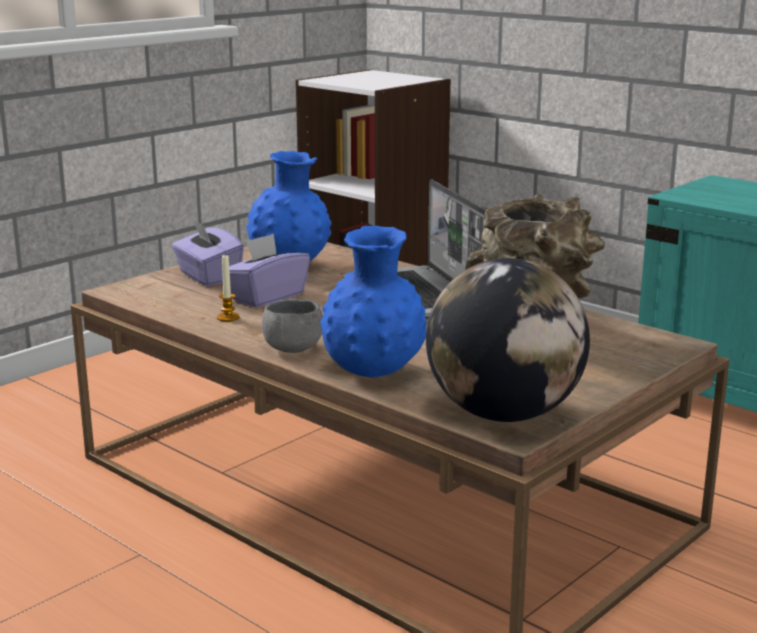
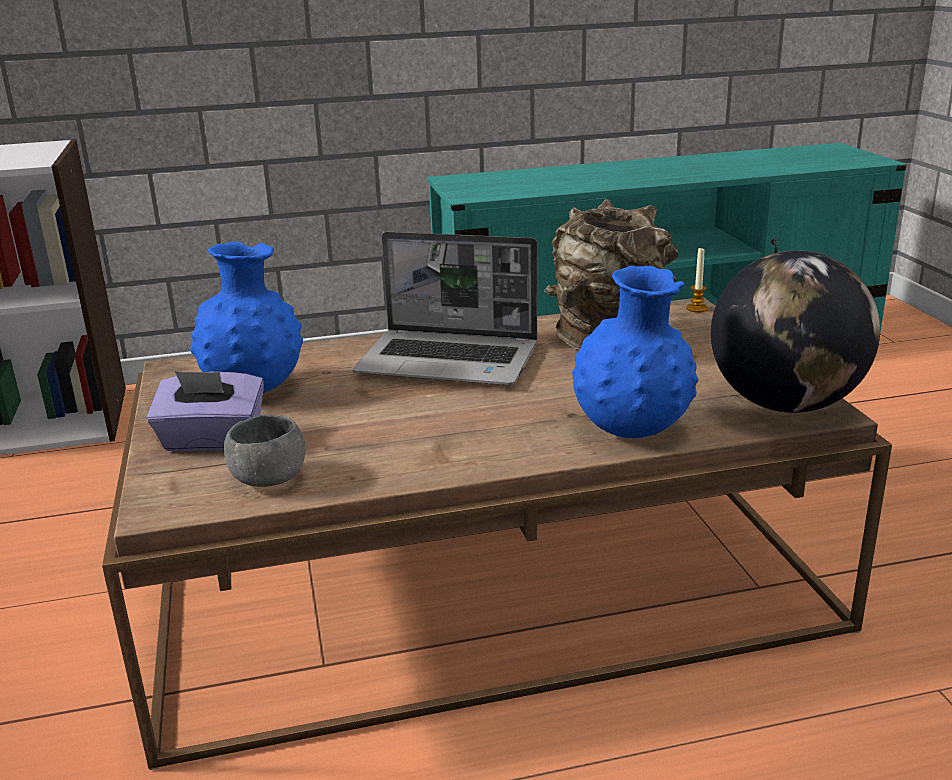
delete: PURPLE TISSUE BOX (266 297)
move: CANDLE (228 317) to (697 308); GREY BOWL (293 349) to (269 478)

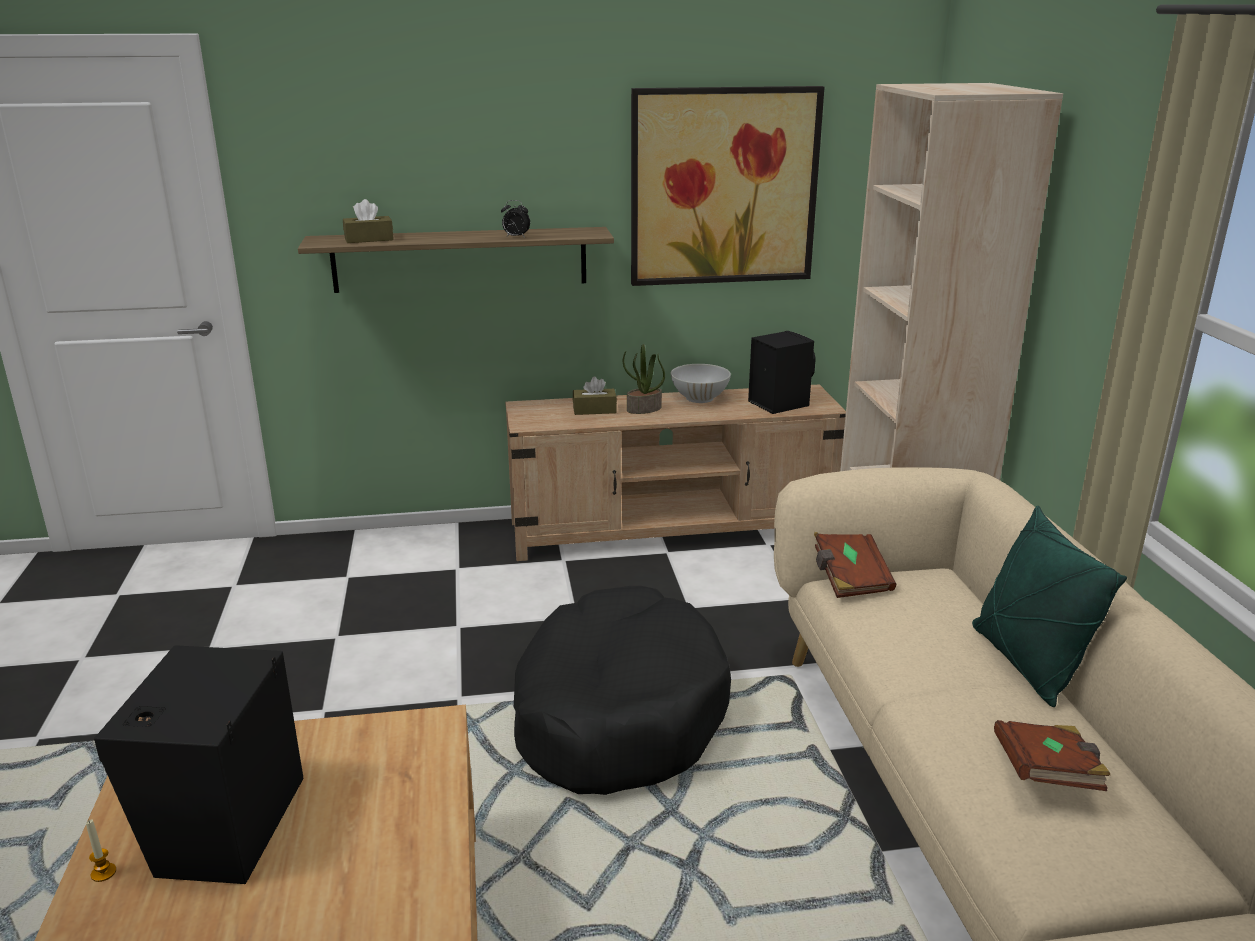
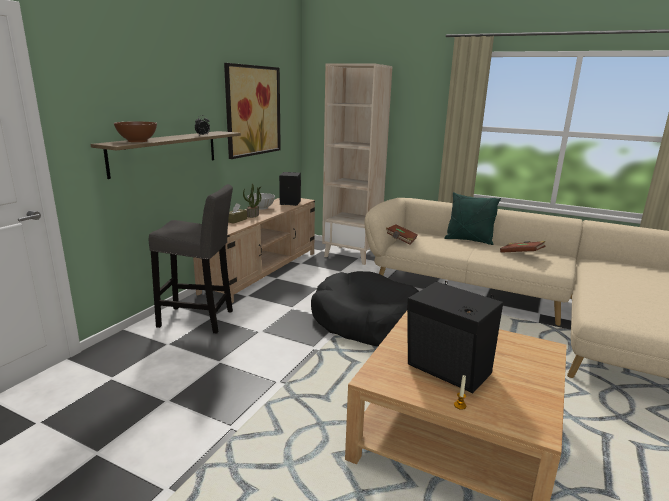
insert: GREY STOOL (199 320)
replace: BROWN TISSUE BOX (369 239) to BROWN BOWL (137 141)

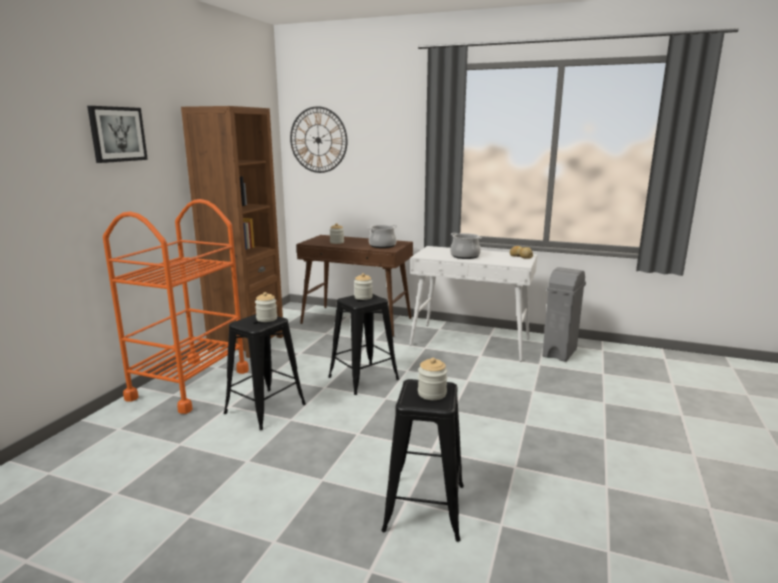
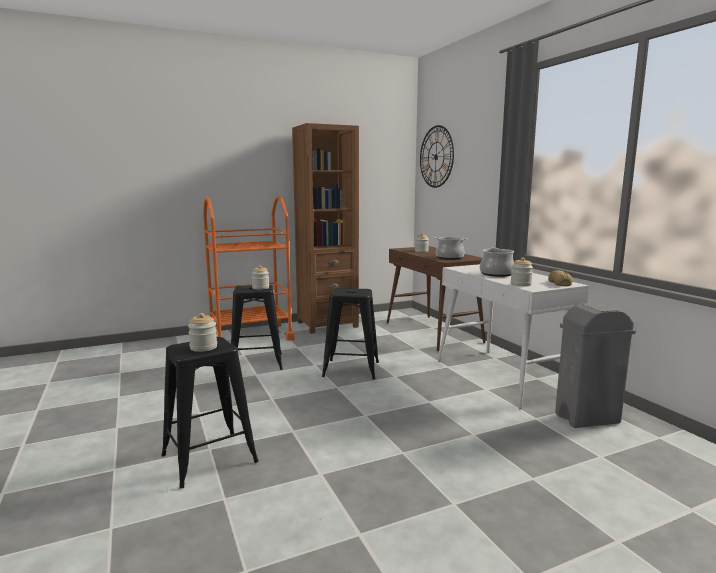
delete: PICTURE (117 134)
move: JAR (363 297) to (521 284)

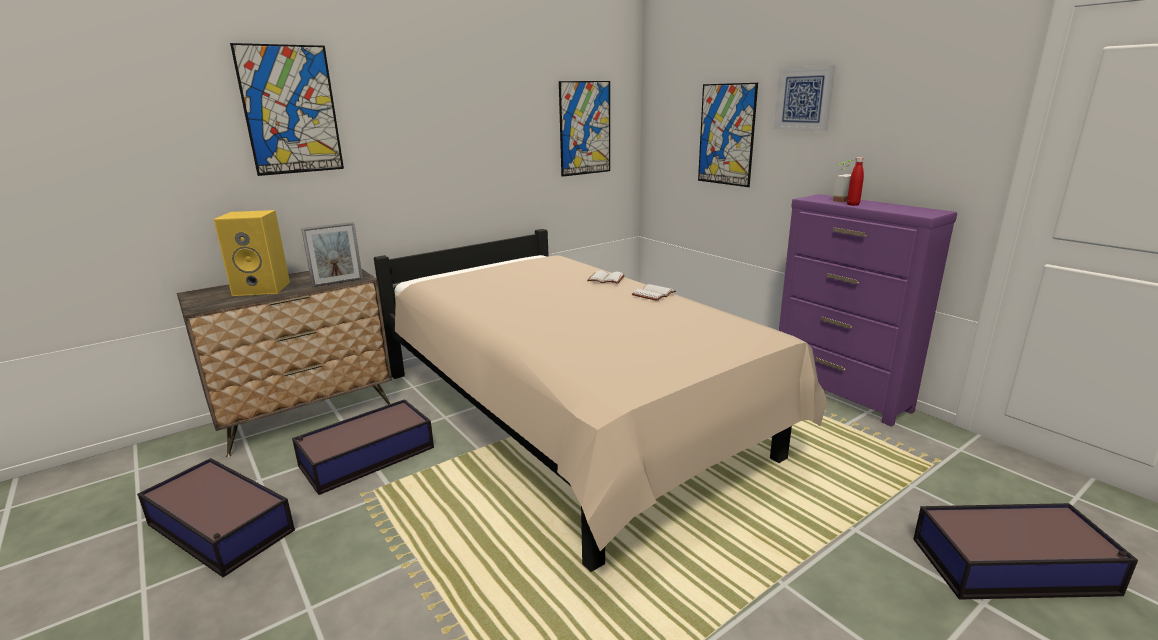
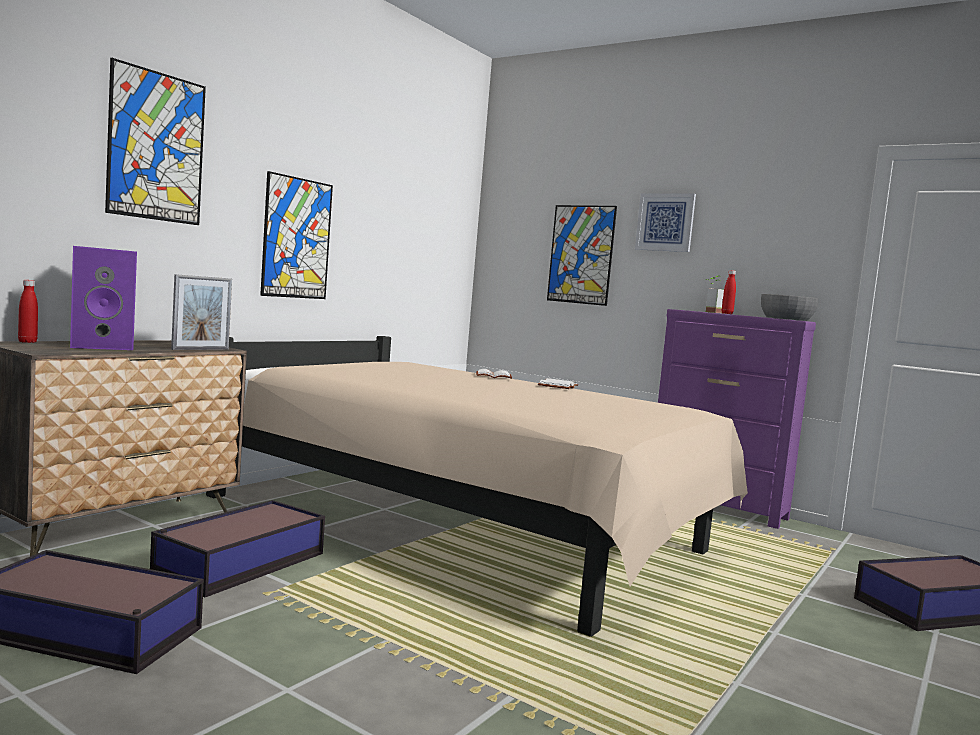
insert: RED BOTTLE (27 342); GREY BOWL (786 319)
move: PICTURE (585 128) to (297 238)
recolor: YELLOW SPEAKER (263 288) to PURPLE SPEAKER (104 346)

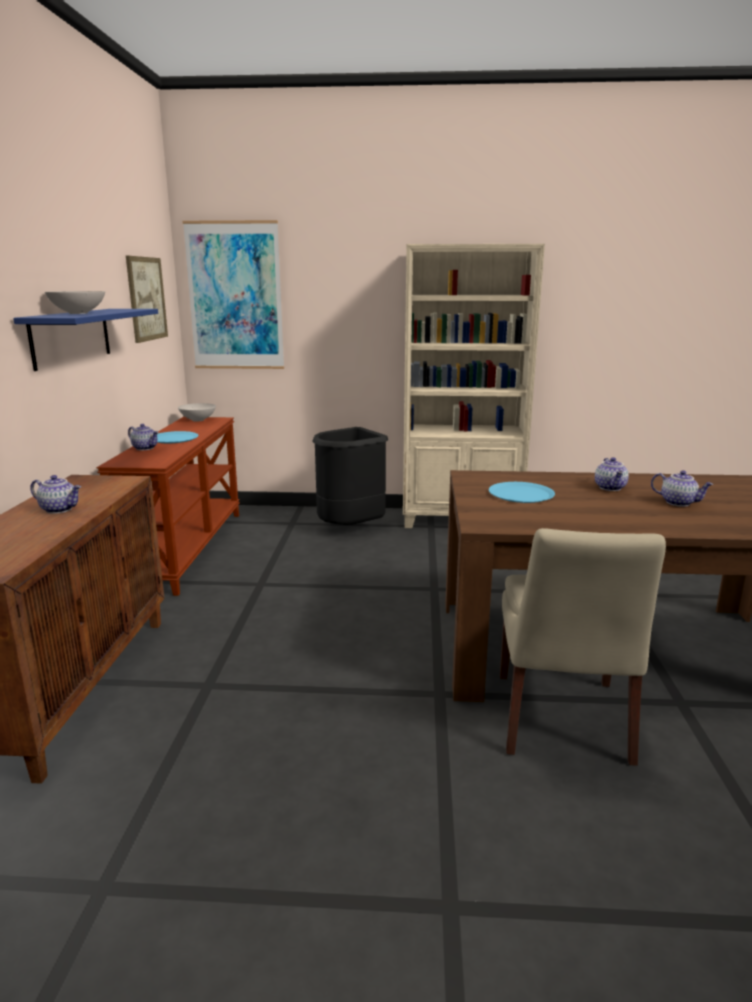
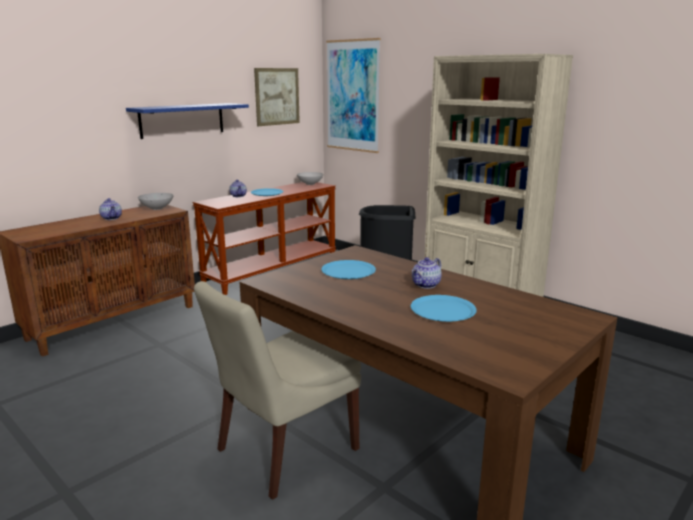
move: WHITE BOWL (79 313) to (157 208)
replace: TEAPOT (678 502) to BLUE PLATE (443 310)

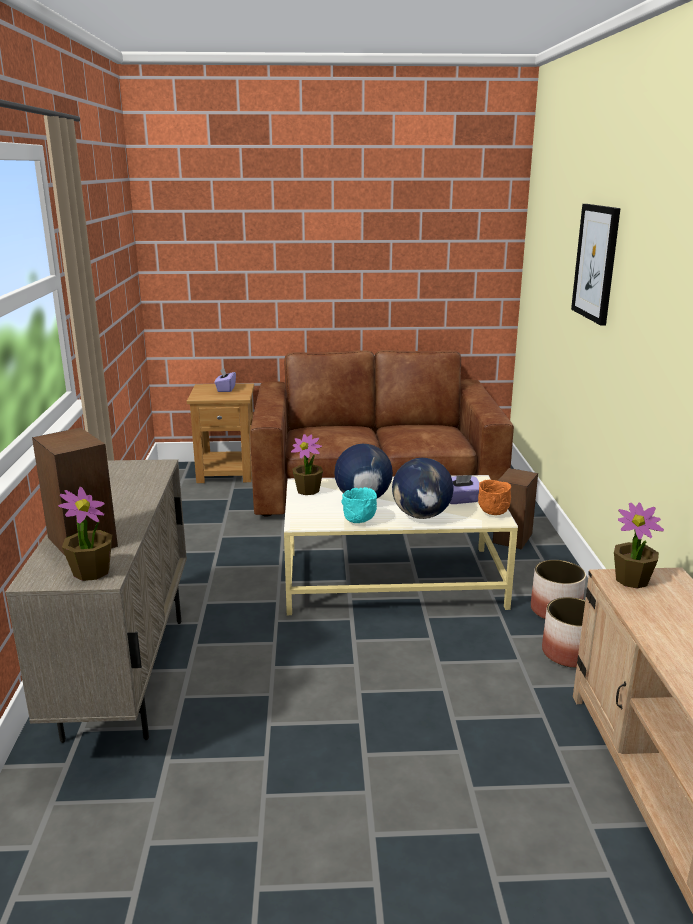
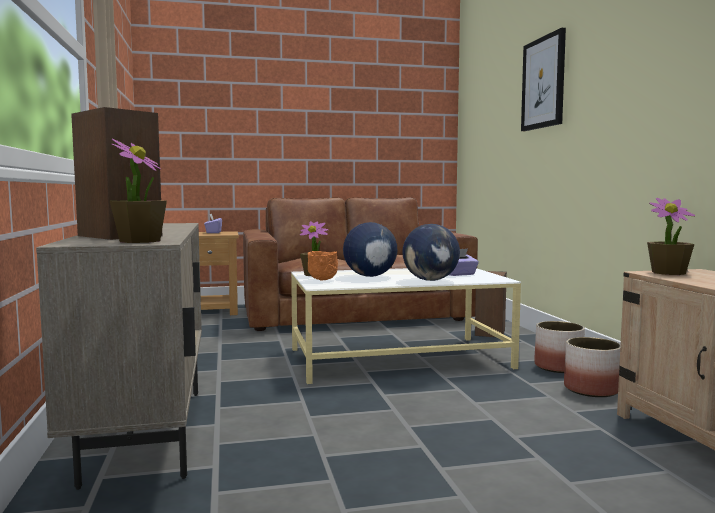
delete: TURQUOISE BOWL (360 521)
move: ORANGE BOWL (493 512) to (323 279)

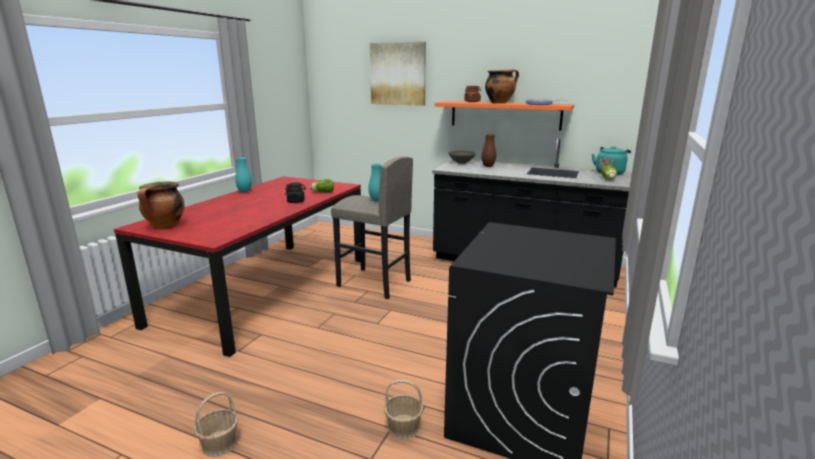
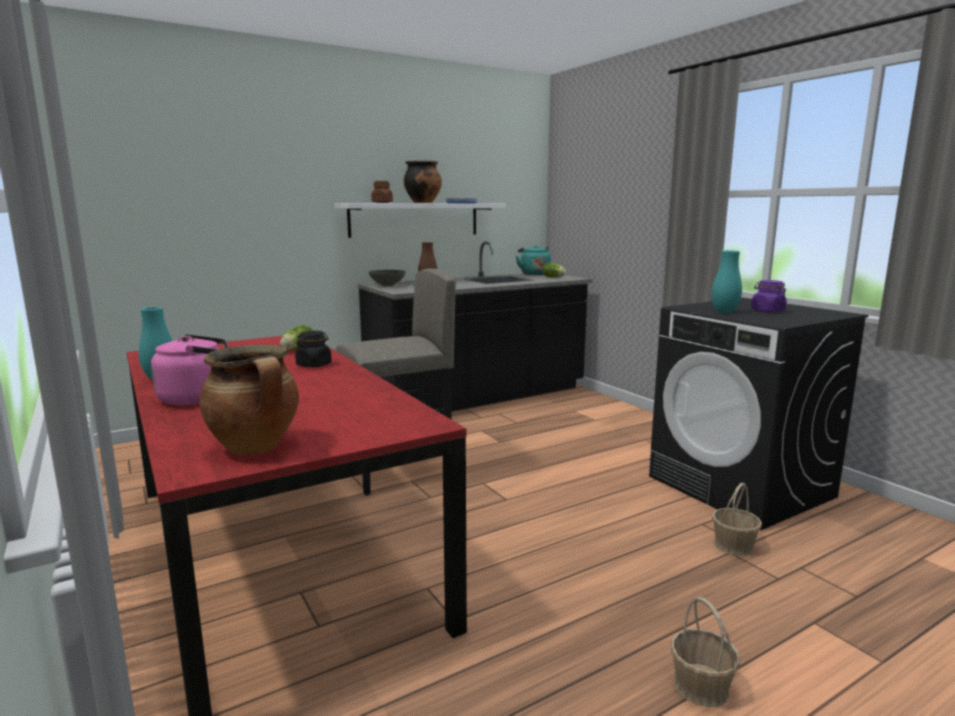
delete: PICTURE (398 74)
insert: PURPLE JAR (767 311); PINK KETTLE (198 398)
move: TURQUOISE VASE (377 200) to (724 312)
recolor: ORANGE SHELF (505 115) to WHITE SHELF (415 219)

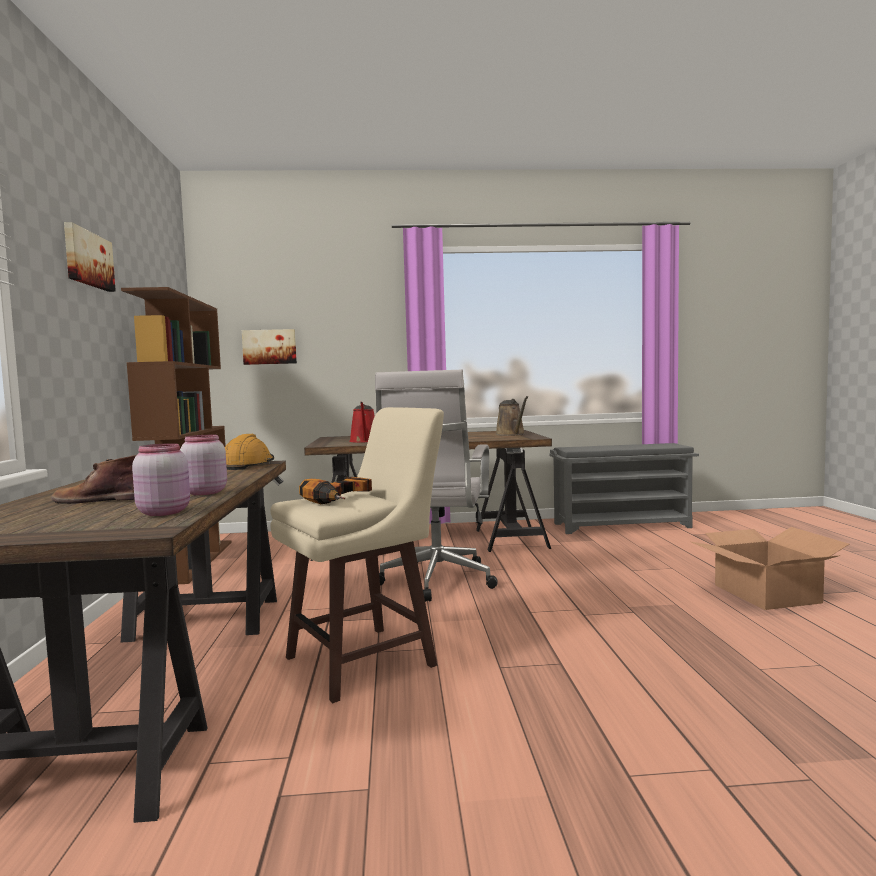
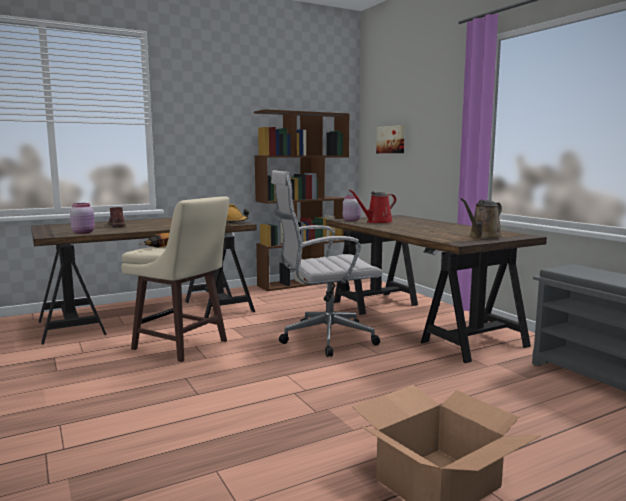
delete: PICTURE (87 259)
move: PINK JAR (204 492) to (351 220)

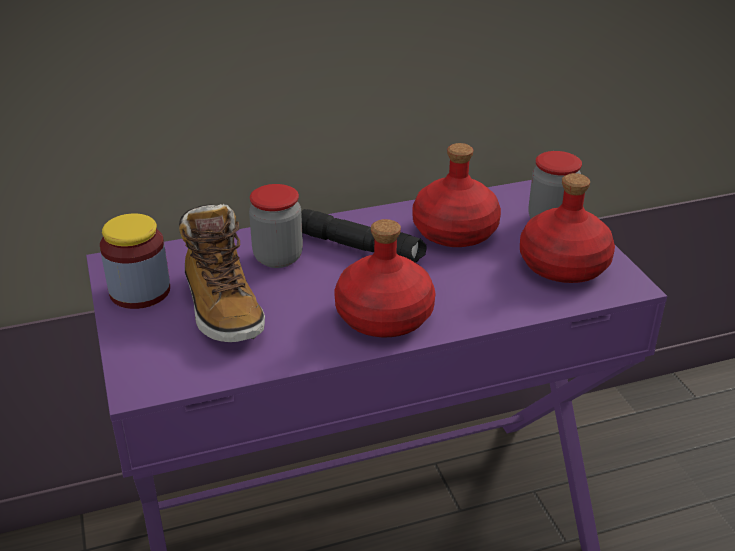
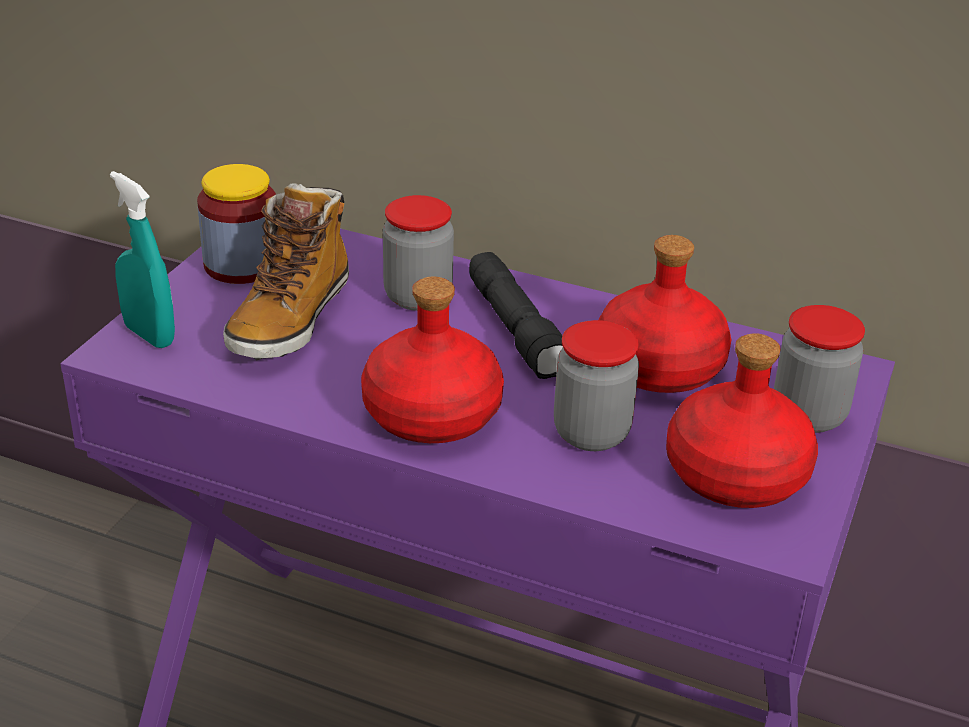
insert: TURQUOISE SPRAY BOTTLE (149 335); JAR (591 433)

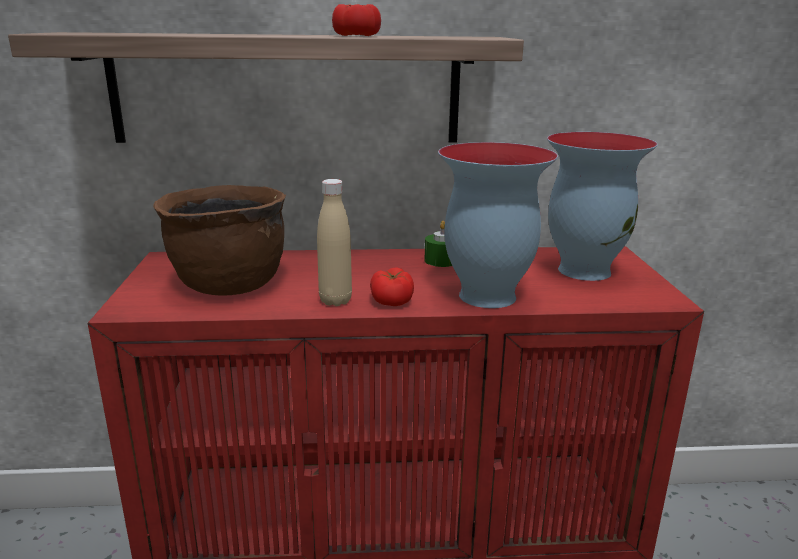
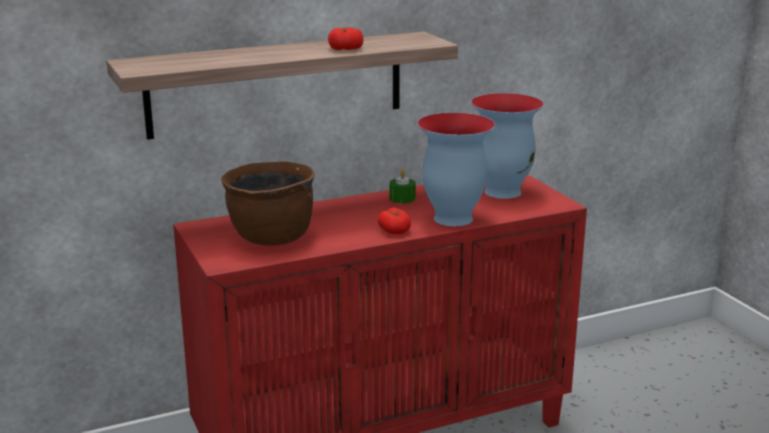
delete: BEIGE BOTTLE (335 301)

